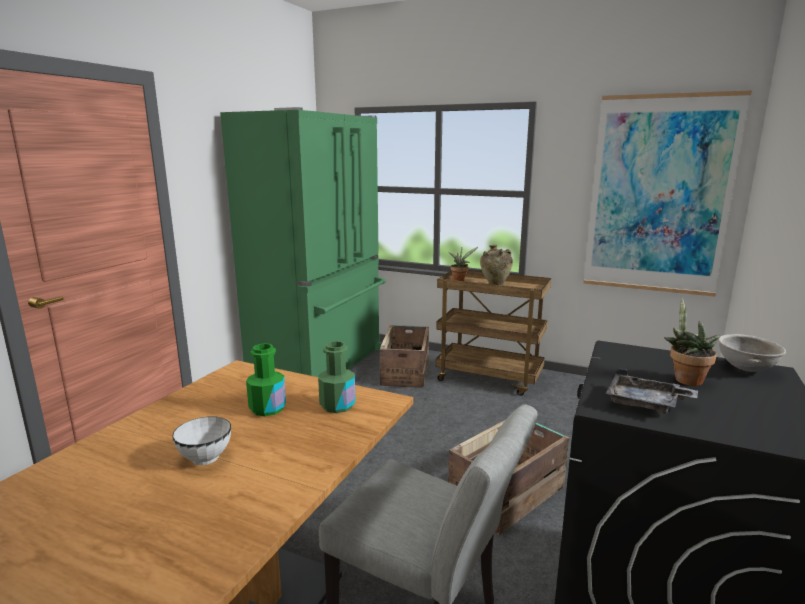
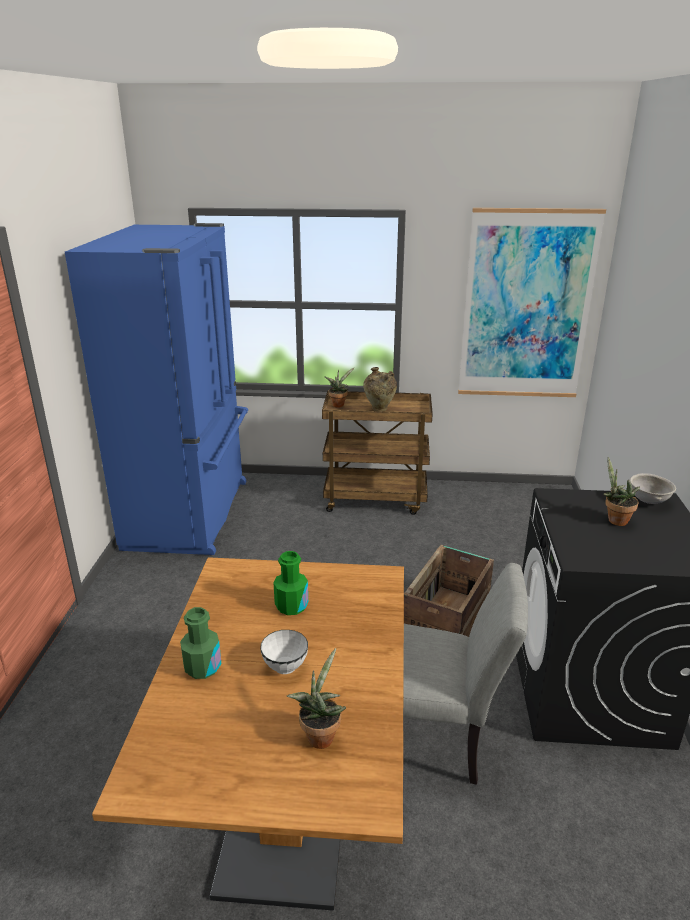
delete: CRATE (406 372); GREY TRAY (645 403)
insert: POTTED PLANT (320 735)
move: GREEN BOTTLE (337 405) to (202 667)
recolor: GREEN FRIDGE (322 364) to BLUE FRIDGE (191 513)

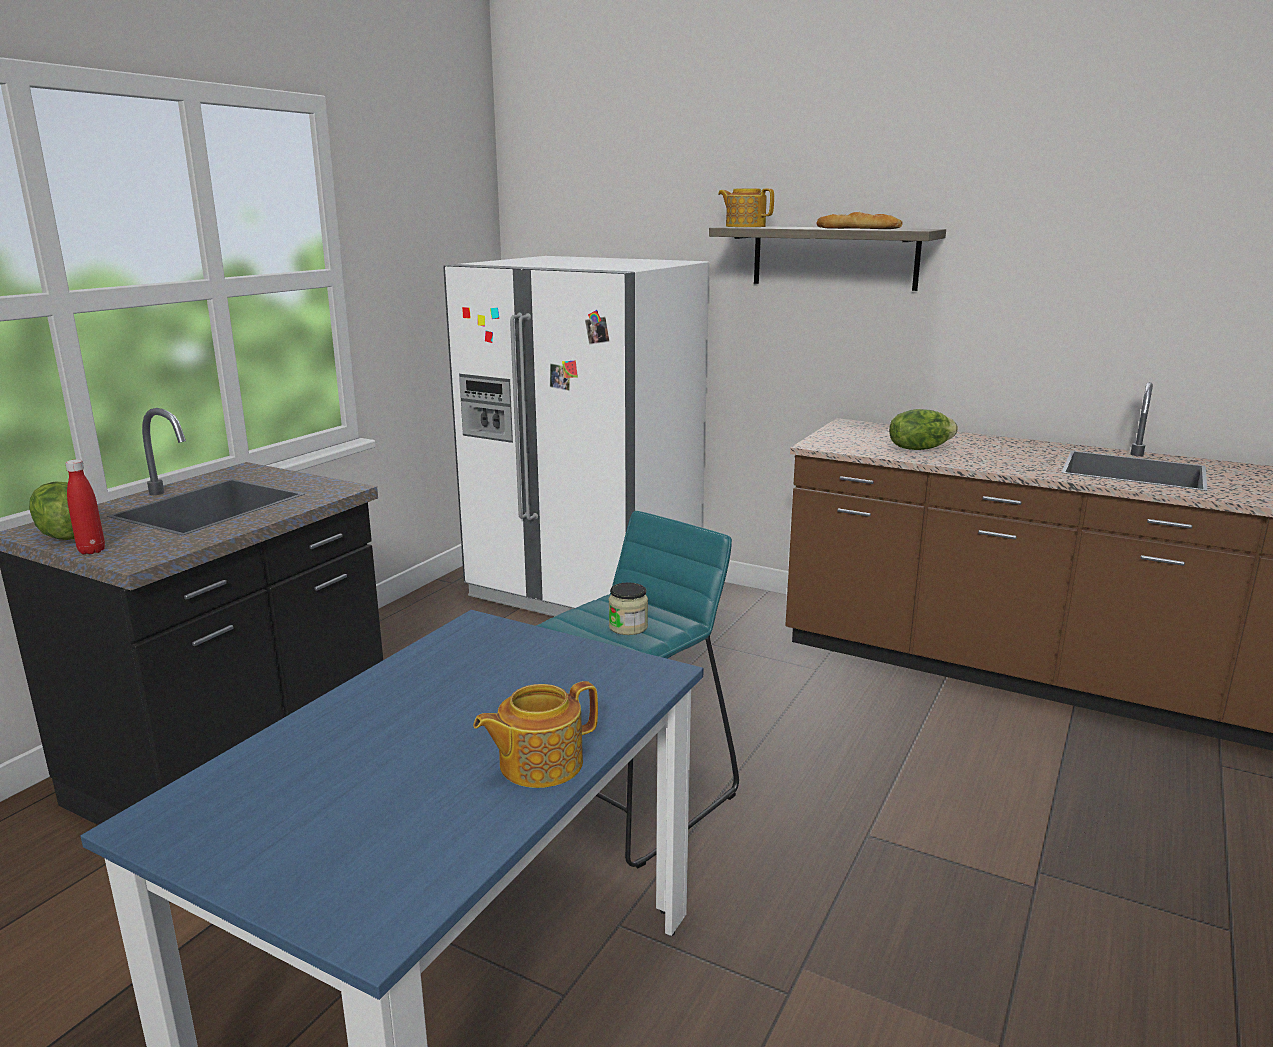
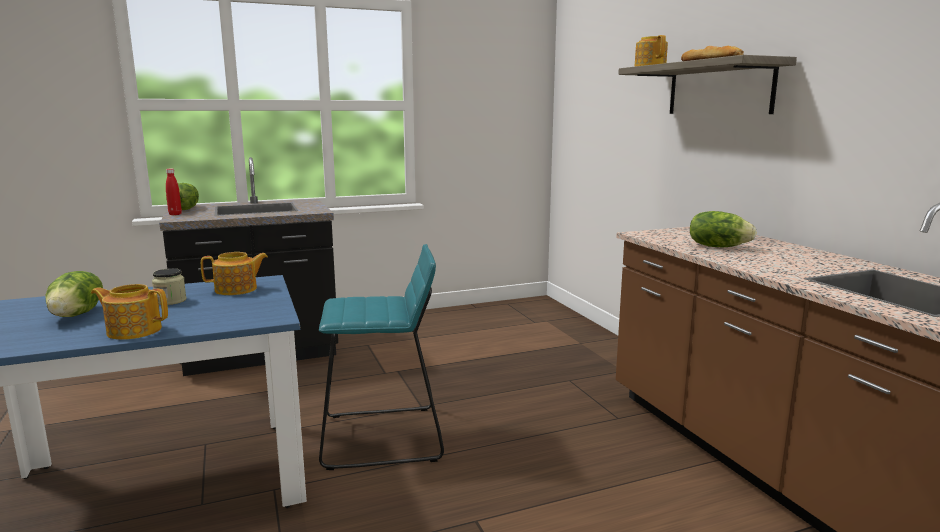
delete: WHITE FRIDGE (586 589)
insert: TEAPOT (237 289); LETTUCE (77 314)
move: JAR (628 627) to (170 301)

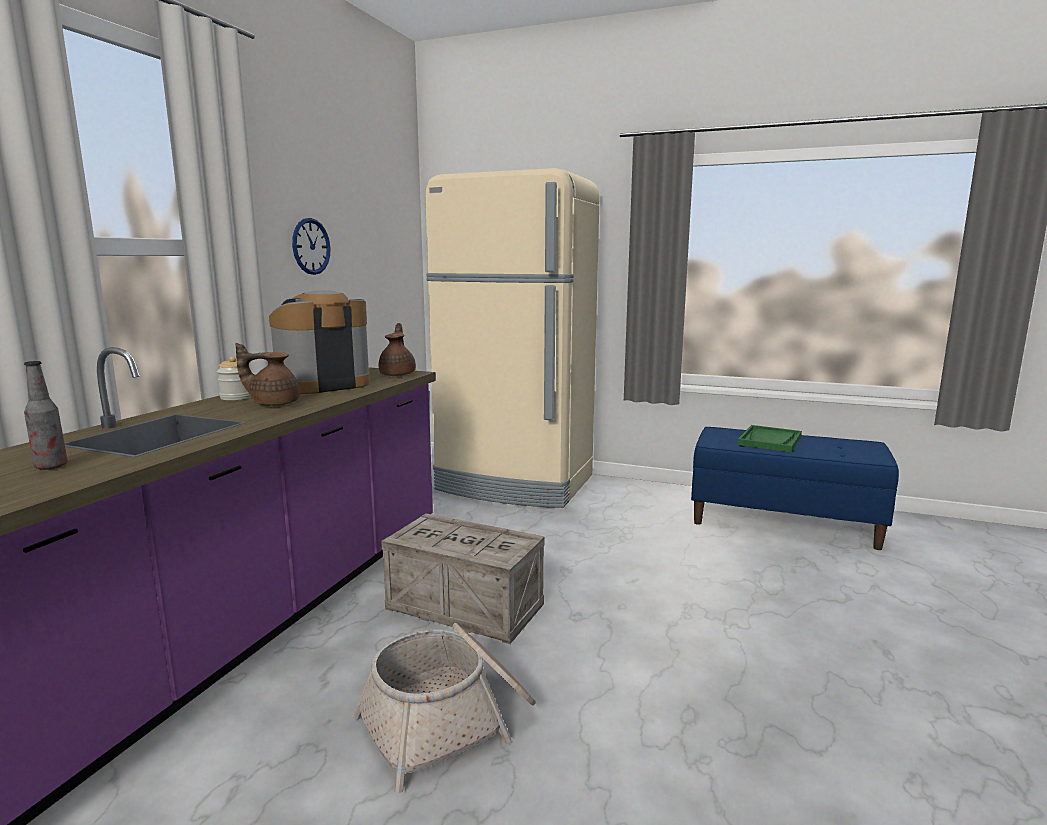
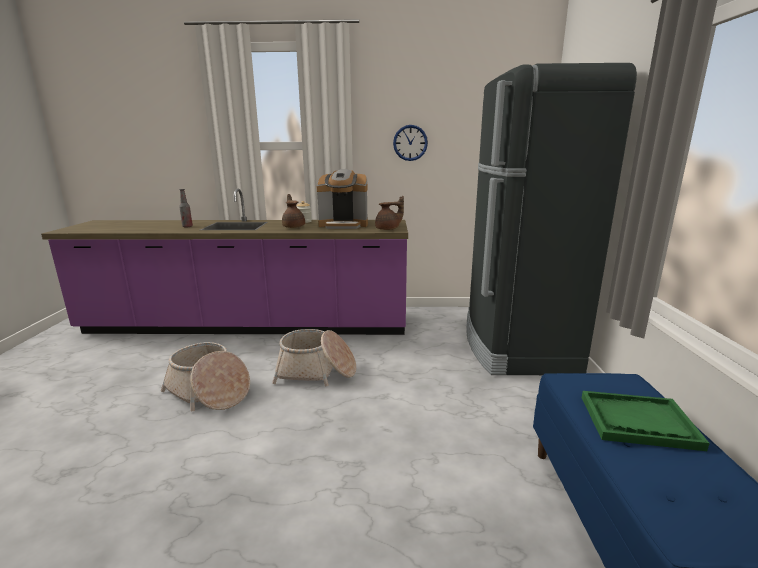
replace: CRATE (467 607) to BASKET (316 372)
recolor: BEIGE FRIDGE (515 484) to BLACK FRIDGE (516 347)
rotate: COFFEE MACHINE (323 385) = (344 225) 150 degrees clockwise

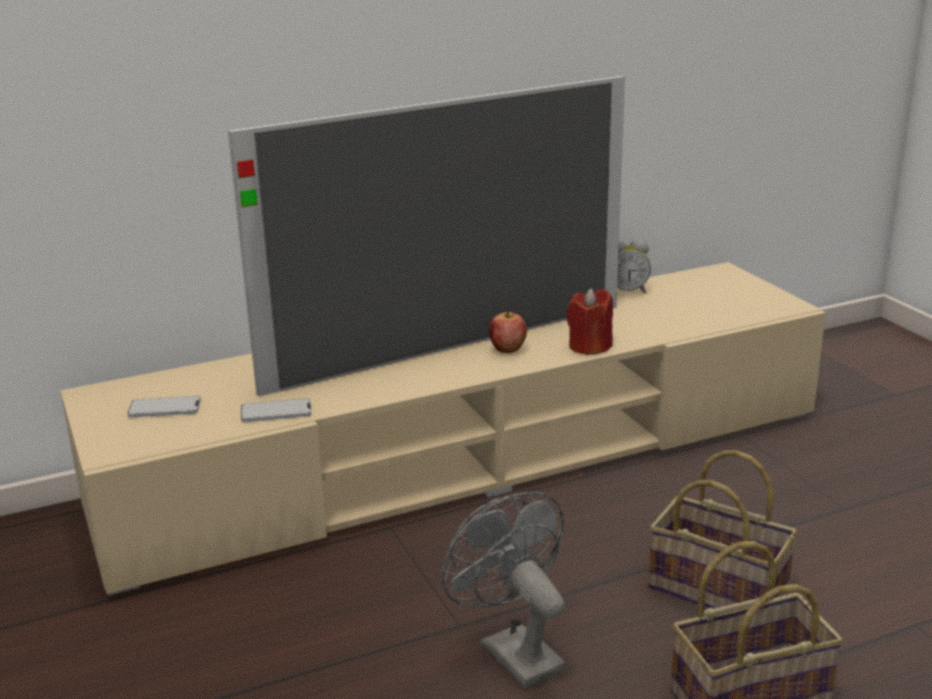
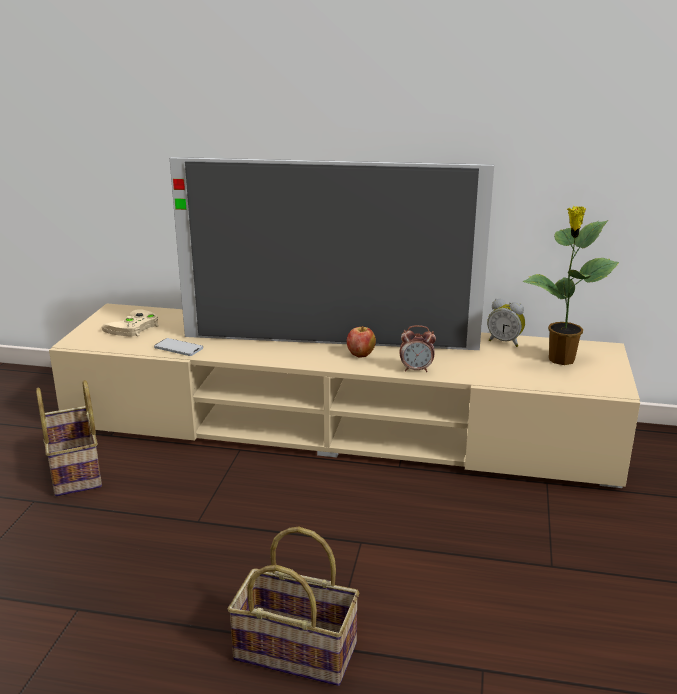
delete: GREY FAN (512 651)
insert: POTTED PLANT (561 360)
move: BASKET (721 590) to (76 471)
replace: RED CANDLE (589 346) to ALARM CLOCK (416 369); PHONE (164 408) to BEIGE GAME CONTROLLER (133 328)

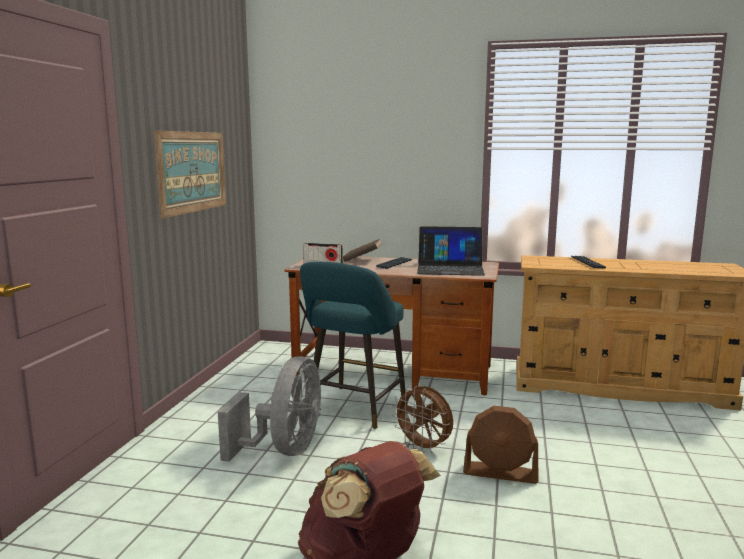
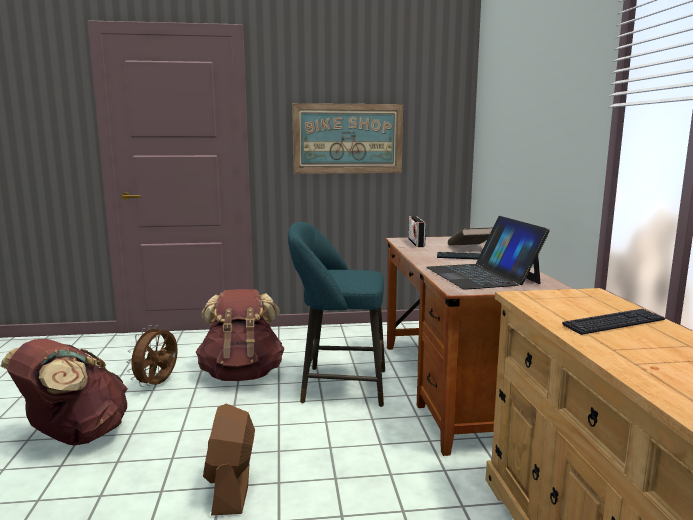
move: BROWN FAN (424 447) to (157 385)
replace: GREY FAN (284 450) to BROWN BACKPACK (242 375)

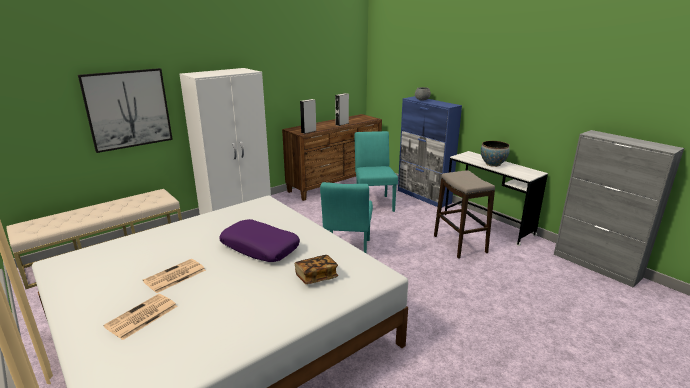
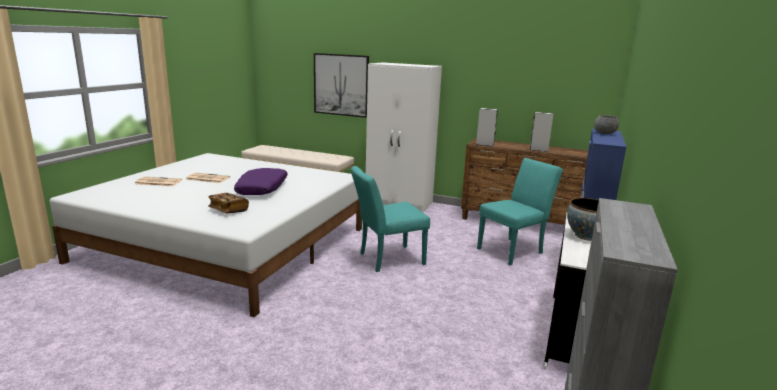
delete: STOOL (459 244)

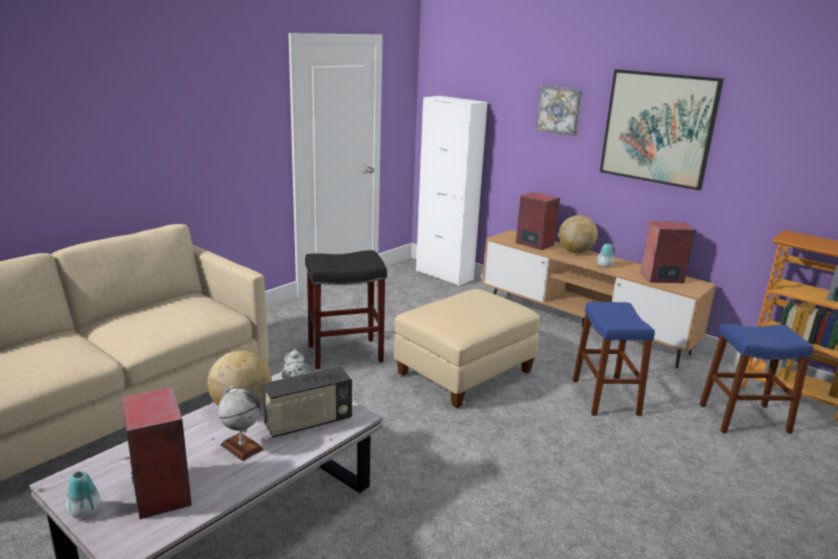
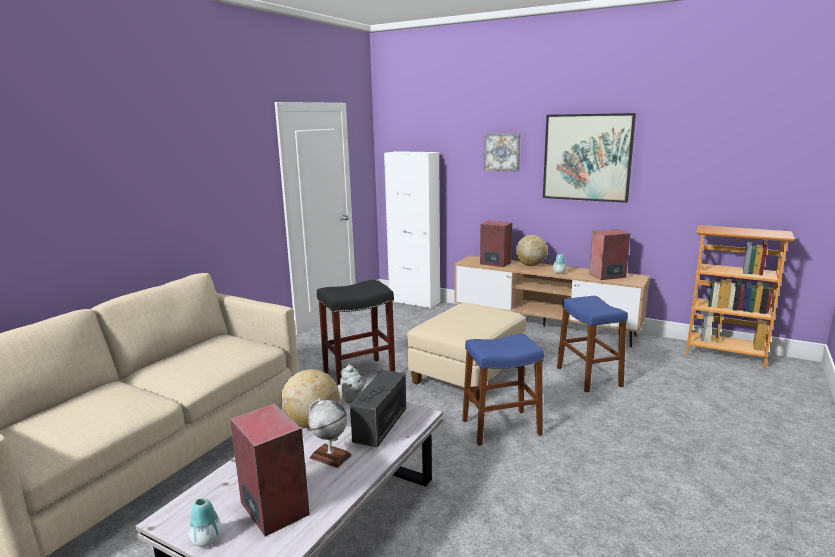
move: BLUE STOOL (744 418) to (501 427)
rotate: RADIO (308 423) = (380 426) 150 degrees clockwise

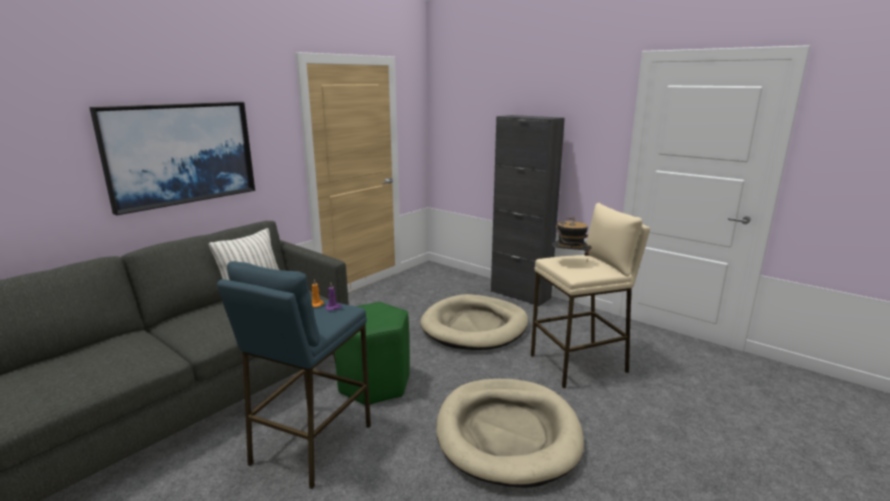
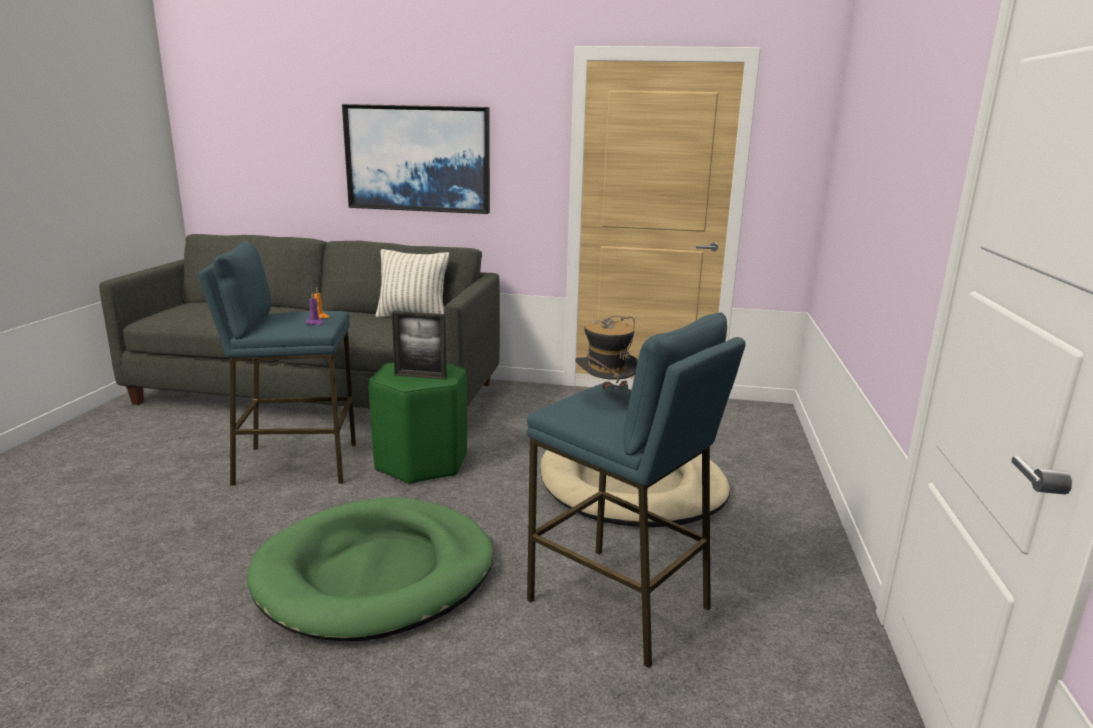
delete: BLACK CABINET (520 295)
insert: PICTURE FRAME (420 376)
recolor: BEIGE STOOL (579 364) to BLUE STOOL (619 604); BEIGE DOG BED (507 433) to GREEN DOG BED (376 574)

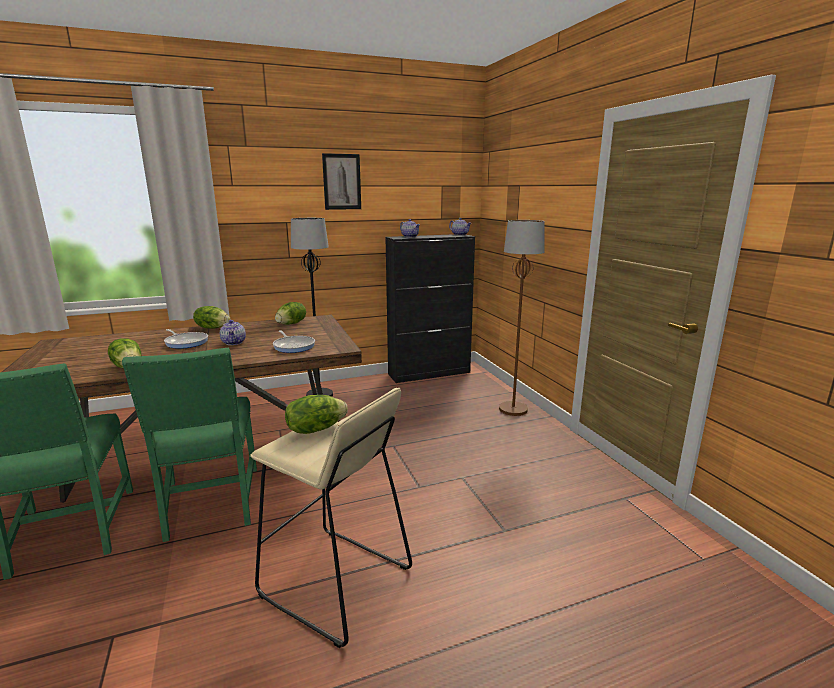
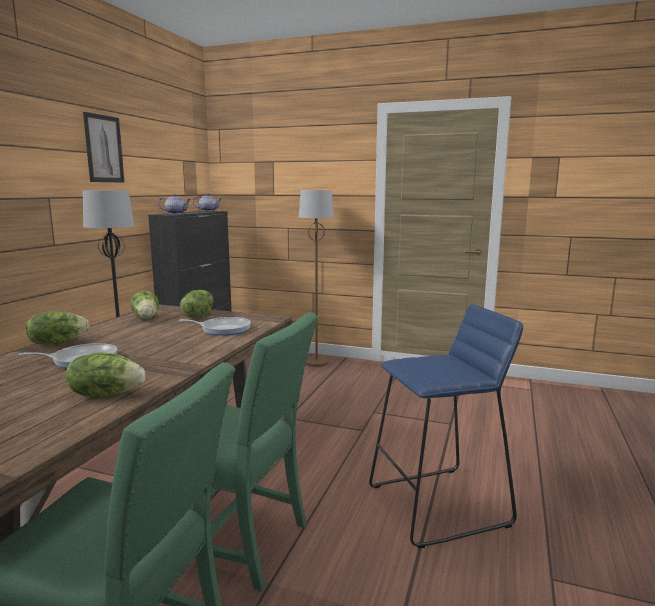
delete: TEAPOT (234 342)
move: LETTUCE (315 429) to (198 316)
recolor: BEIGE STOOL (335 583) to BLUE STOOL (439 505)

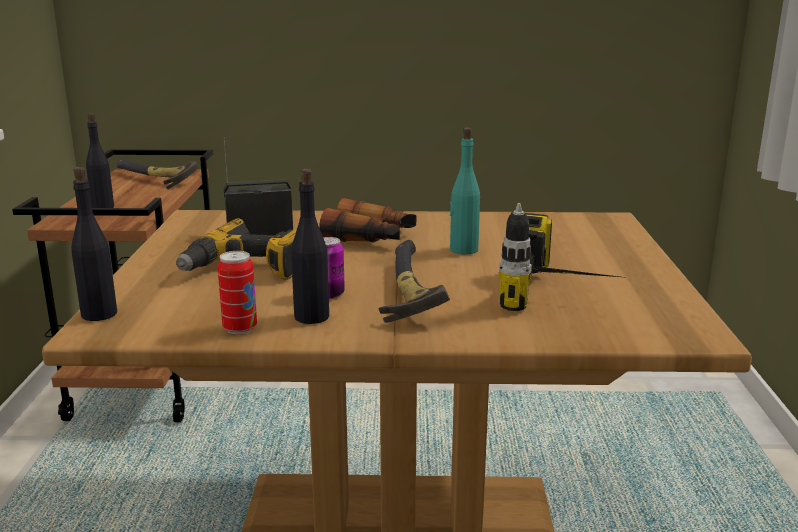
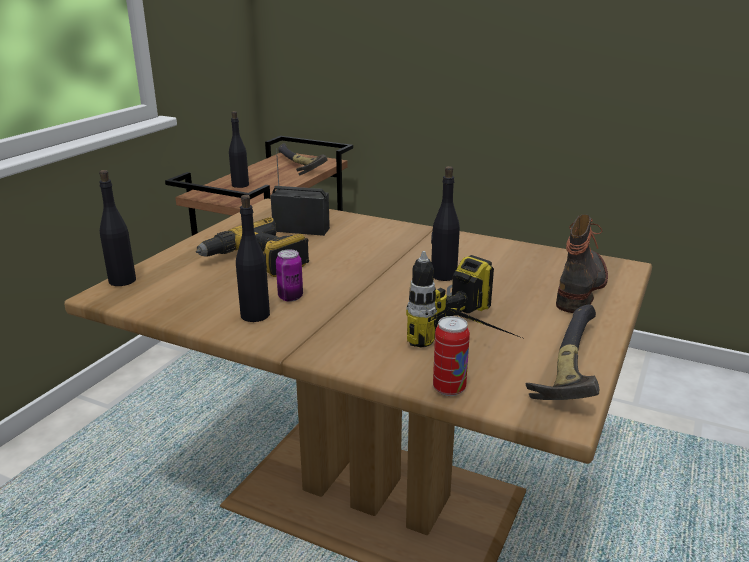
delete: BINOCULARS (371 238)
insert: BOOT (581 287)
move: HAMMER (406 295) to (566 367); CAN (240 329) to (449 389)
recolor: TURQUOISE BOTTLE (463 250) to BLACK BOTTLE (443 275)

